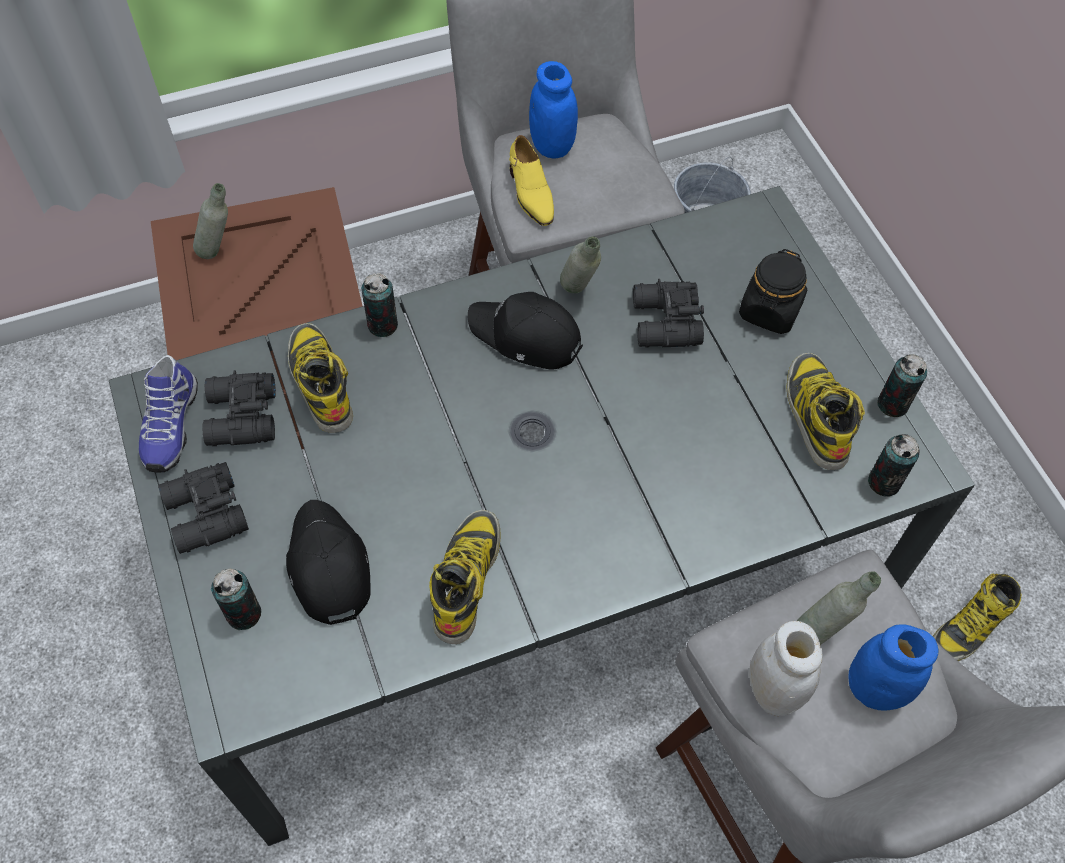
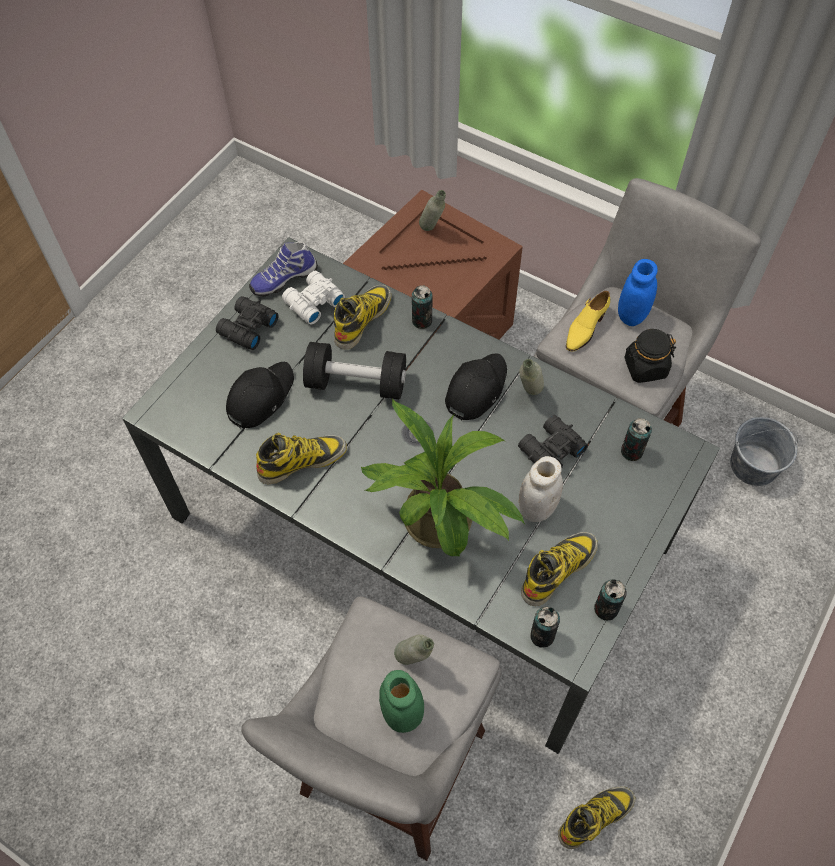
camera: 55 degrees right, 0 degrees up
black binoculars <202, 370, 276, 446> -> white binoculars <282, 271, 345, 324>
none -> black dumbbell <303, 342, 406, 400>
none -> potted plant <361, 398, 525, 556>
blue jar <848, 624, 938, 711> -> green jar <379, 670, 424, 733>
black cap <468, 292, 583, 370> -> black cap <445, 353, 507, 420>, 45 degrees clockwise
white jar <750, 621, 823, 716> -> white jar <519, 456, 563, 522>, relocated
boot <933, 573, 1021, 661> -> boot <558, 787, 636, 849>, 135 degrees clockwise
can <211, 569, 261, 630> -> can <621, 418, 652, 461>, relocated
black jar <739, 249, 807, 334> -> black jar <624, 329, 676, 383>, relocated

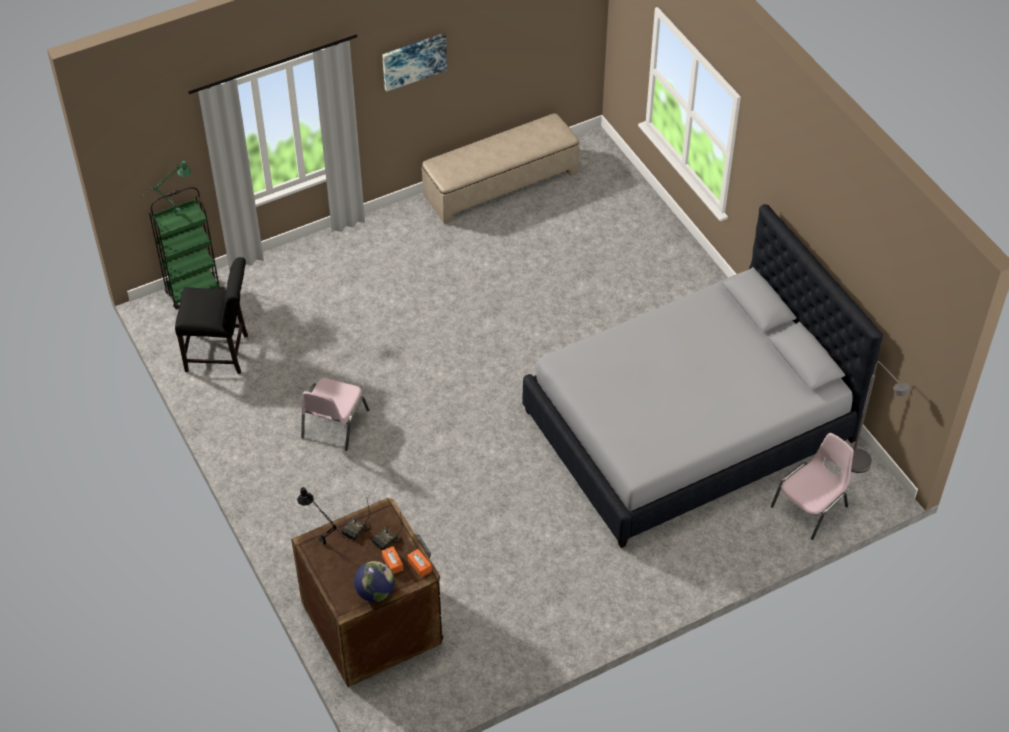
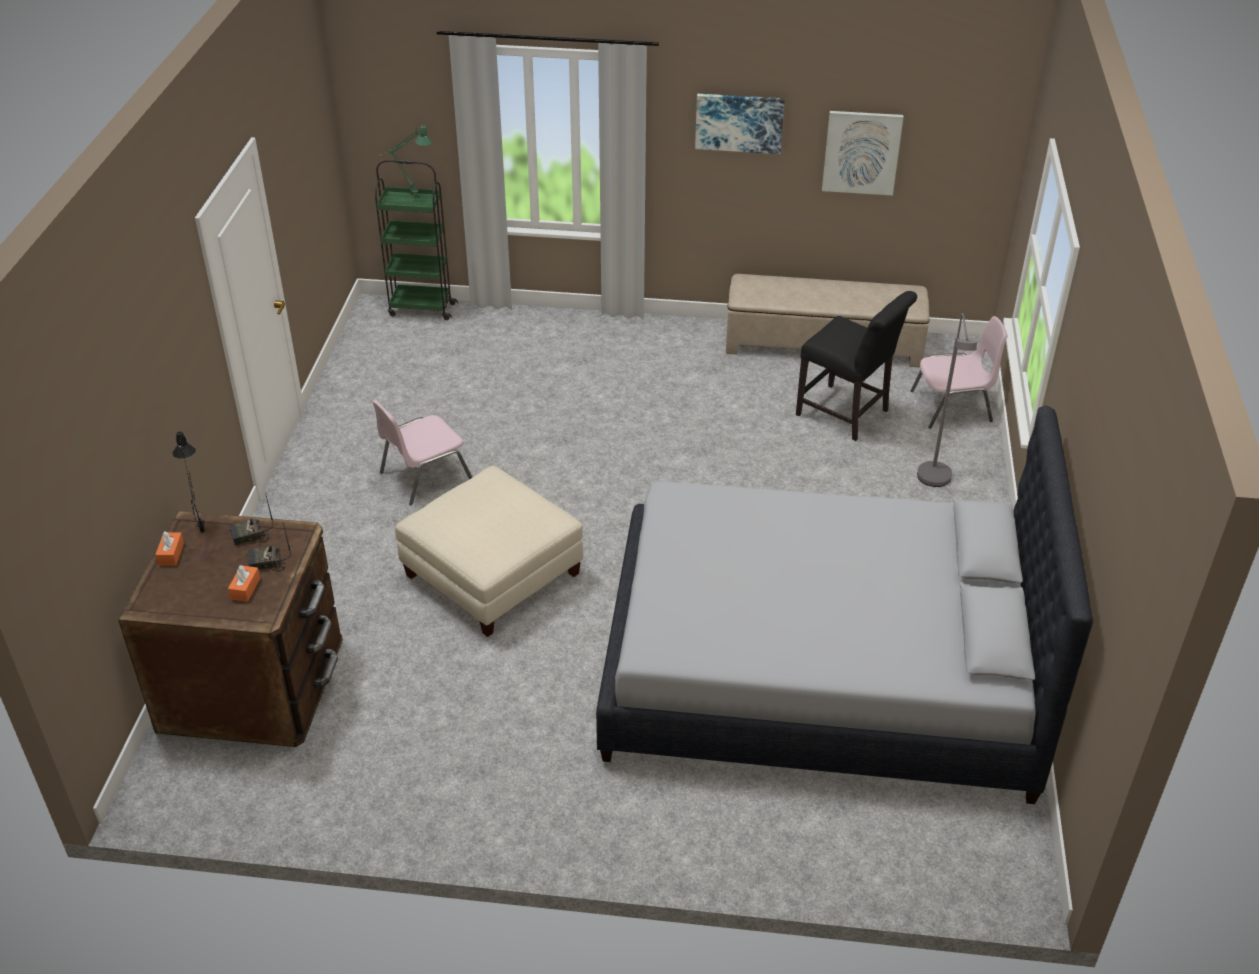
camera: 35 degrees right, 10 degrees down
orange tissue box <407, 549, 432, 577> -> orange tissue box <155, 531, 184, 566>, relocated
none -> beige ottoman <395, 466, 583, 637>
black chair <175, 257, 248, 374> -> black chair <796, 291, 917, 441>, relocated
none -> picture <822, 111, 903, 195>
pink chair <771, 433, 854, 540> -> pink chair <910, 316, 1008, 429>, relocated
grey floor lamp <851, 361, 910, 473> -> grey floor lamp <917, 313, 977, 487>, relocated
globe <354, 561, 395, 602> -> none

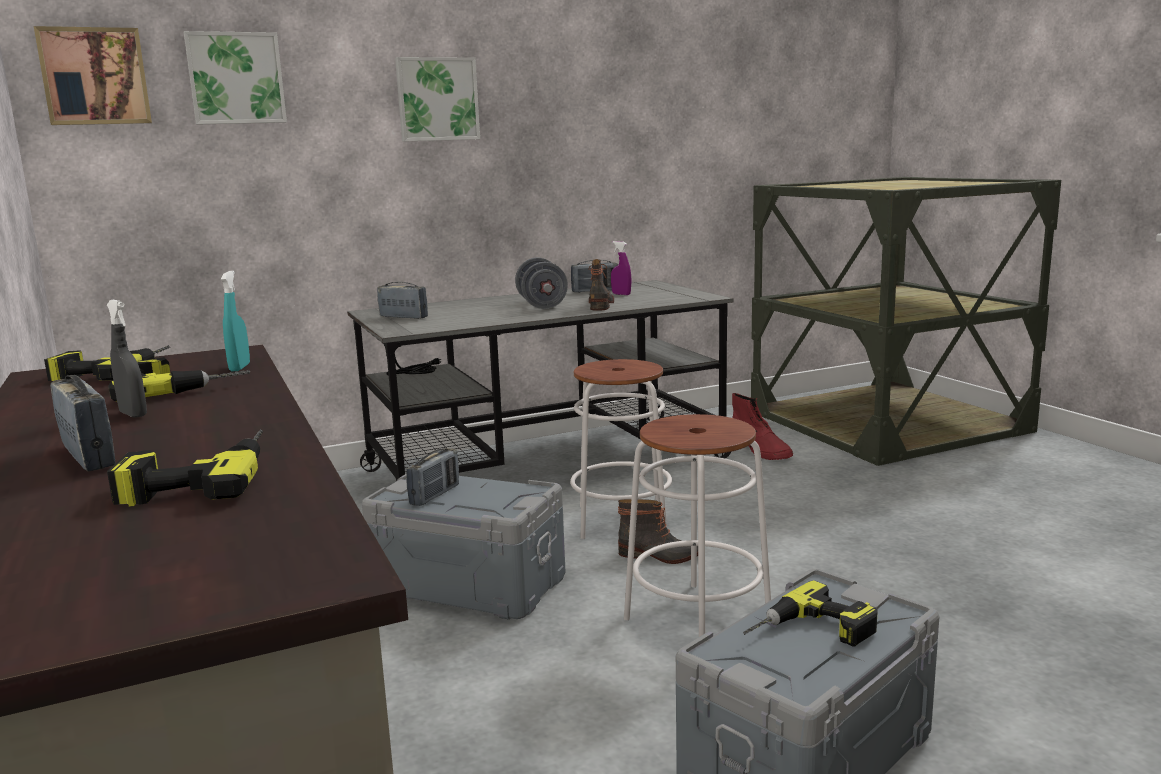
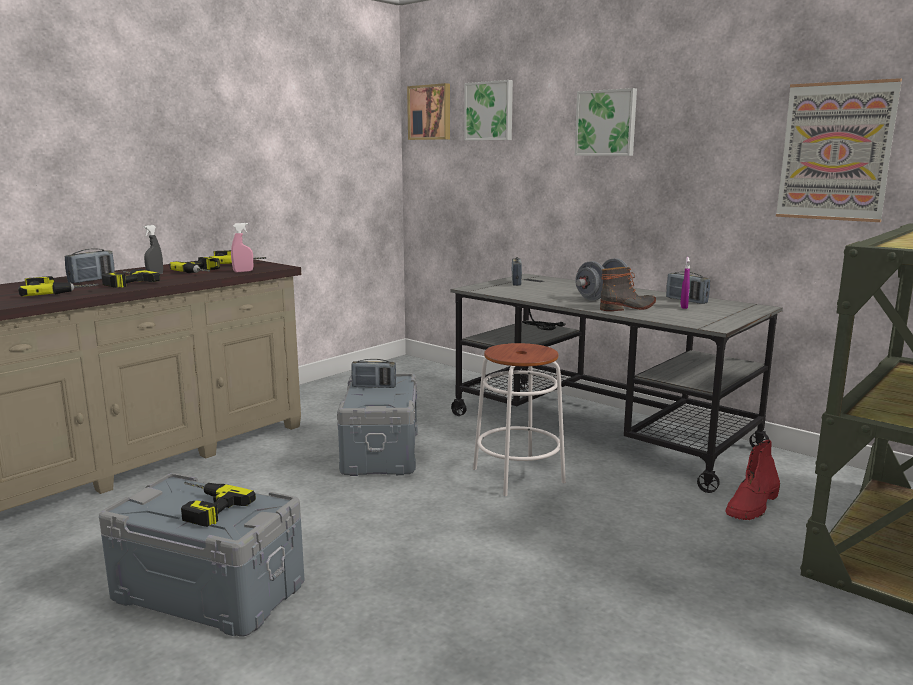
camera: 65 degrees right, 0 degrees up
none -> power drill <102, 269, 160, 288>
turquoise spray bottle <221, 271, 250, 371> -> pink spray bottle <231, 223, 253, 272>
none -> picture <776, 78, 902, 222>
boot <618, 499, 698, 564> -> none
white stool <624, 414, 771, 637> -> none

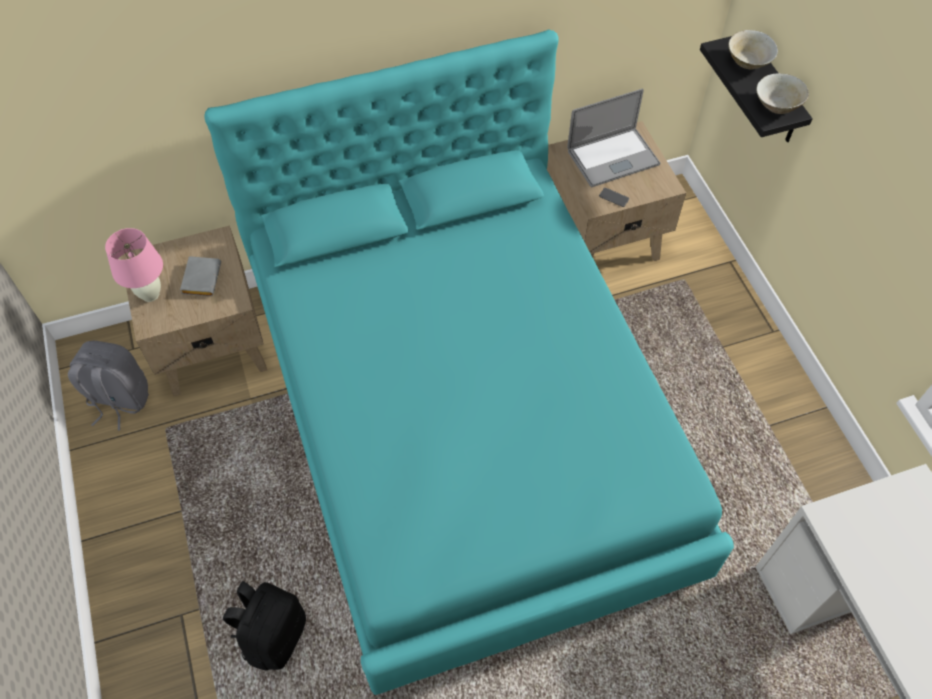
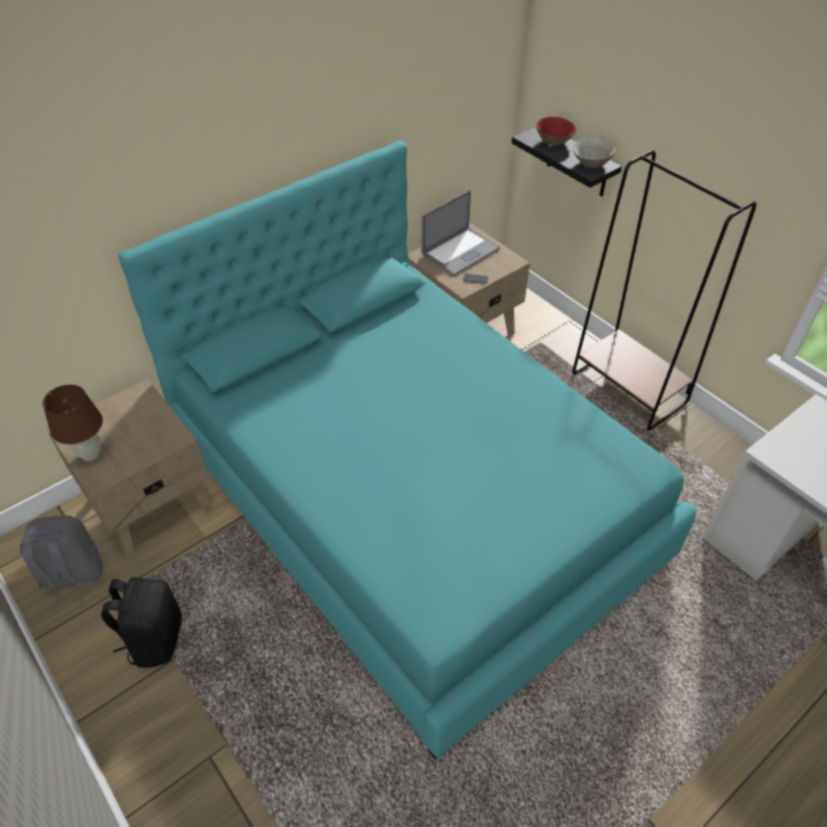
camera: 20 degrees left, 10 degrees down
pink table lamp <105, 228, 163, 302> -> brown table lamp <43, 384, 103, 461>
black backpack <223, 581, 306, 671> -> black backpack <101, 577, 182, 668>, relocated
beige bowl <729, 30, 778, 69> -> red bowl <536, 117, 576, 146>
none -> clothes rack <572, 150, 756, 430>
grey book <180, 256, 221, 296> -> none

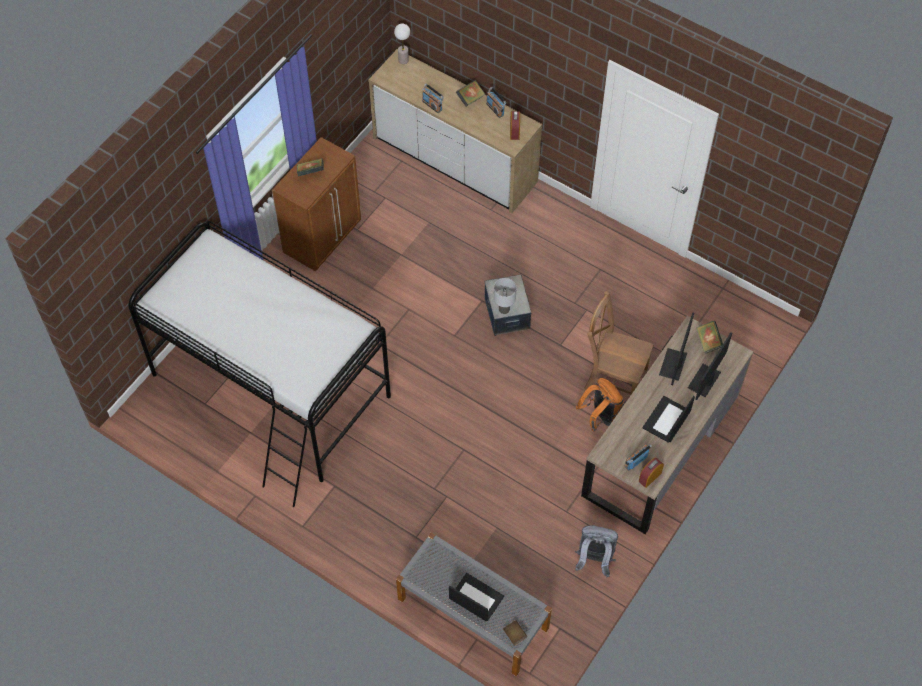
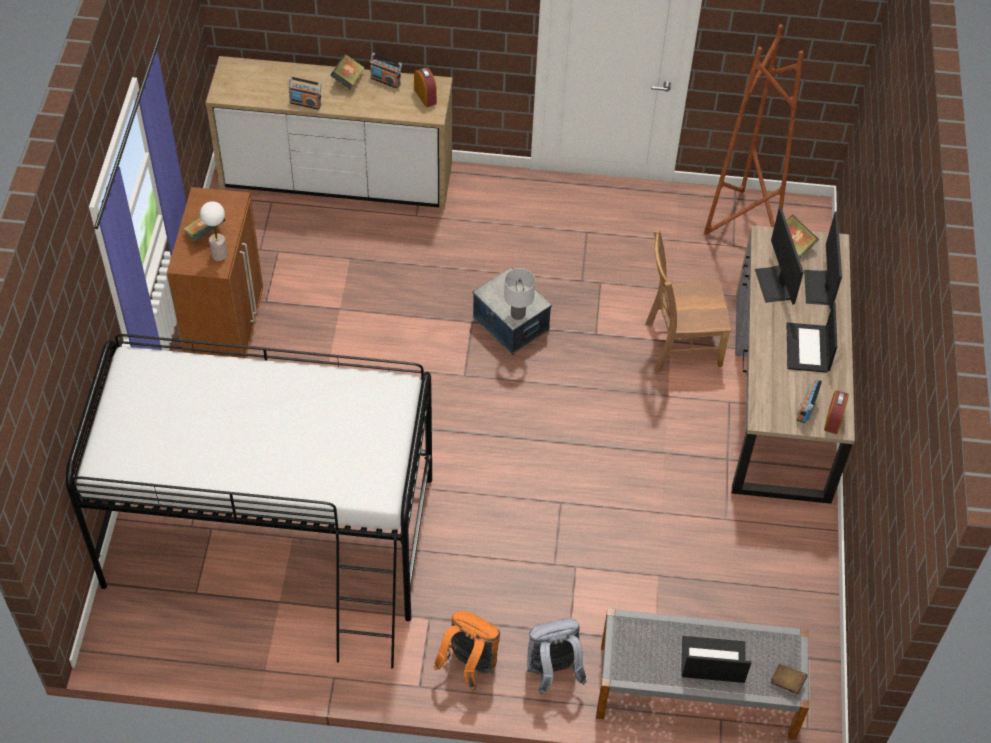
camera: 30 degrees left, 5 degrees down
table lamp <394, 24, 410, 64> -> table lamp <200, 201, 227, 261>, relocated
orange backpack <576, 378, 624, 432> -> orange backpack <433, 611, 500, 691>, relocated
grey backpack <575, 525, 618, 577> -> grey backpack <527, 618, 587, 695>, relocated
none -> brown clothes rack <704, 24, 804, 235>

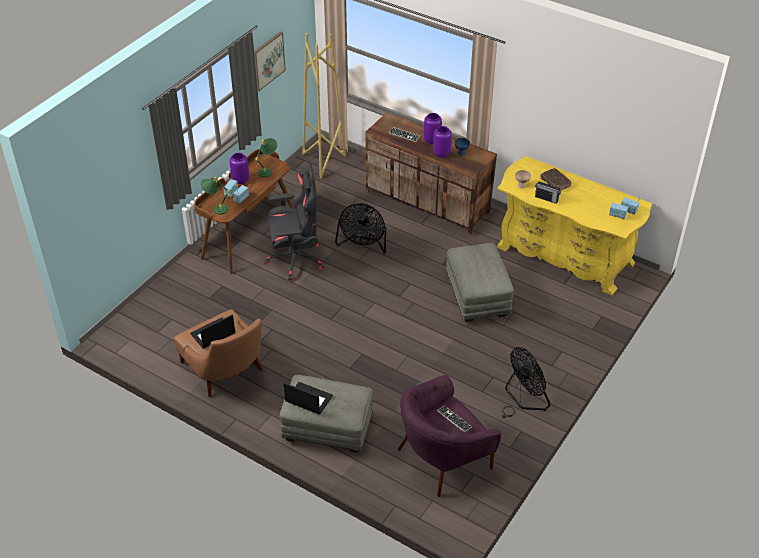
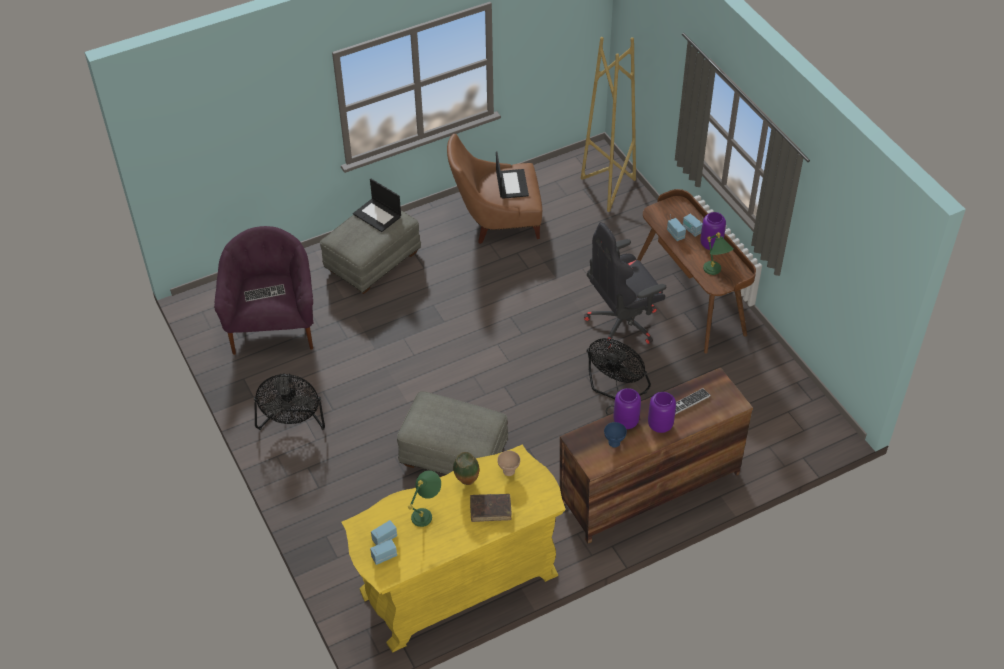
camera: 120 degrees right, 5 degrees up
laptop <284, 382, 333, 414> -> laptop <353, 179, 401, 232>, 75 degrees clockwise
green table lamp <200, 177, 230, 215> -> green table lamp <408, 470, 441, 527>, relocated
radio <535, 178, 561, 204> -> vase <453, 452, 479, 485>
yellow clothes rack <302, 33, 346, 178> -> yellow clothes rack <581, 37, 636, 212>, relocated
black office chair <265, 162, 324, 280> -> black office chair <584, 222, 666, 348>, 45 degrees clockwise
black fan <335, 203, 387, 254> -> black fan <586, 338, 651, 415>, 75 degrees clockwise
picture <254, 31, 286, 91> -> none

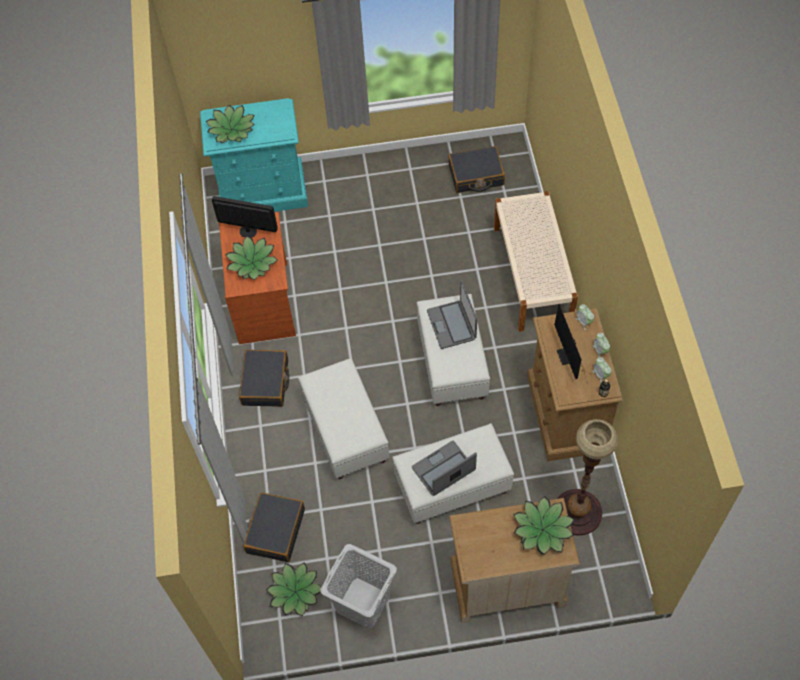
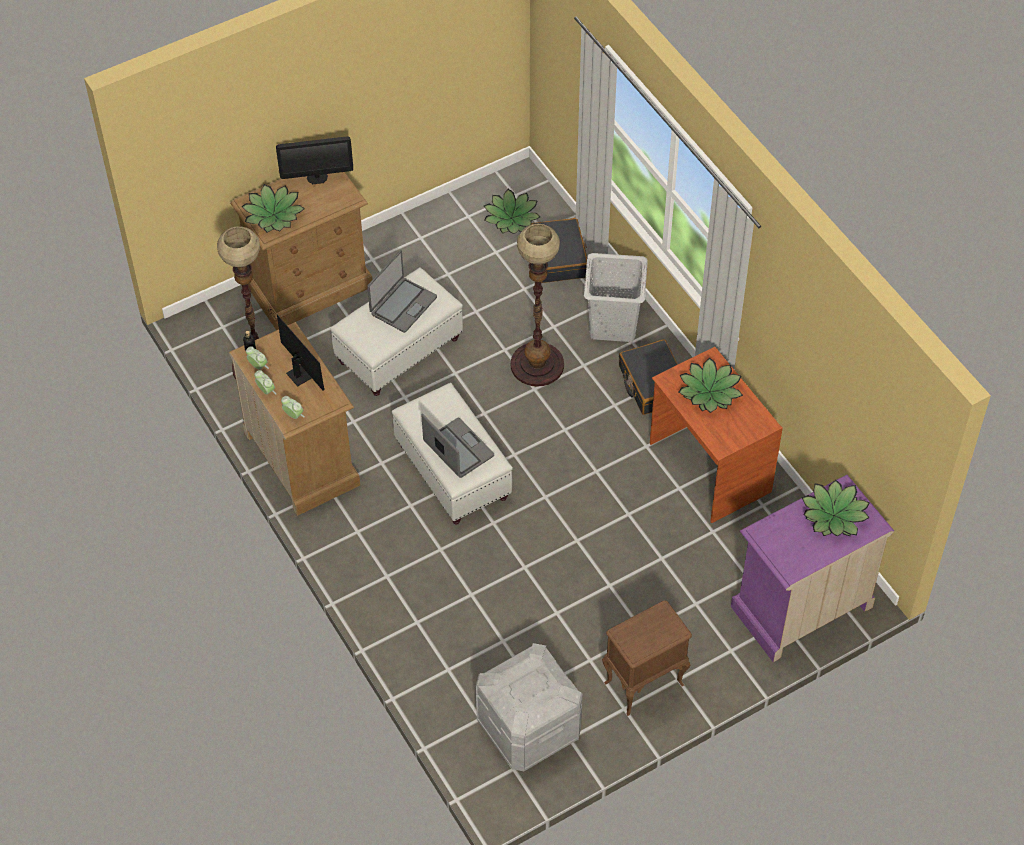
camera: 155 degrees right, 5 degrees down
monitor <212, 196, 278, 238> -> monitor <276, 136, 353, 184>, relocated
black suitcase <448, 146, 505, 193> -> grey storage box <476, 643, 583, 772>
white ottoman <298, 358, 390, 479> -> floor lamp <510, 224, 564, 387>
grey laundry basket <320, 544, 397, 629> -> grey laundry basket <584, 253, 648, 342>, relocated
none -> brown nightstand <602, 600, 692, 716>
turquoise dresser <200, 98, 308, 212> -> purple dresser <731, 475, 894, 662>
beige bench <494, 191, 578, 332> -> none

